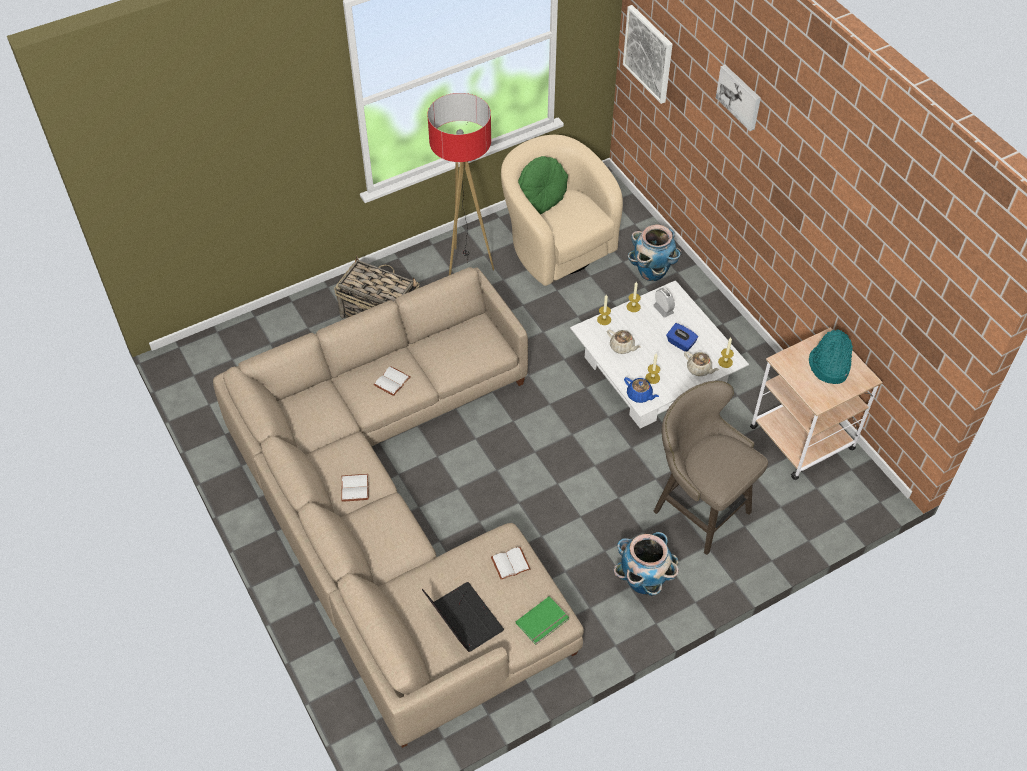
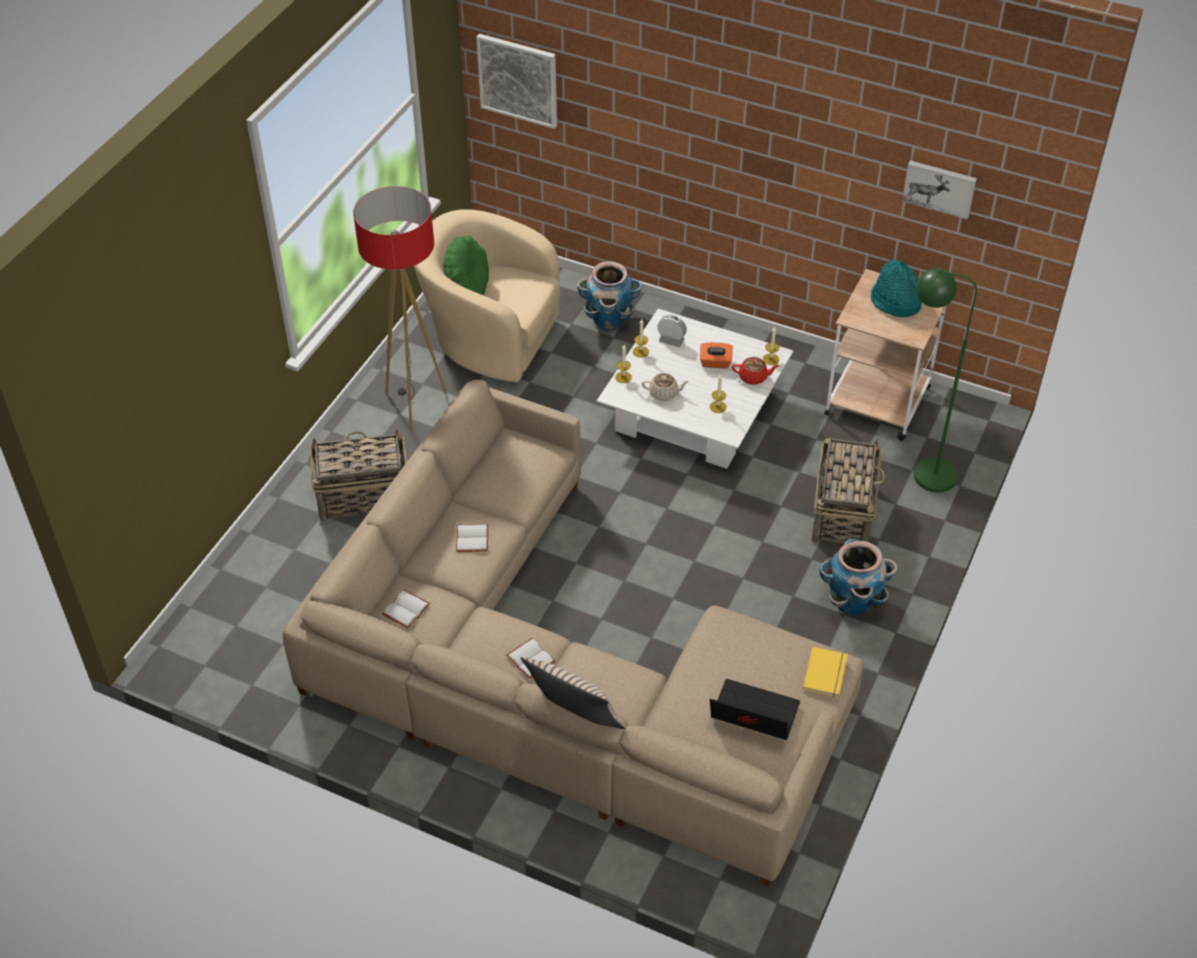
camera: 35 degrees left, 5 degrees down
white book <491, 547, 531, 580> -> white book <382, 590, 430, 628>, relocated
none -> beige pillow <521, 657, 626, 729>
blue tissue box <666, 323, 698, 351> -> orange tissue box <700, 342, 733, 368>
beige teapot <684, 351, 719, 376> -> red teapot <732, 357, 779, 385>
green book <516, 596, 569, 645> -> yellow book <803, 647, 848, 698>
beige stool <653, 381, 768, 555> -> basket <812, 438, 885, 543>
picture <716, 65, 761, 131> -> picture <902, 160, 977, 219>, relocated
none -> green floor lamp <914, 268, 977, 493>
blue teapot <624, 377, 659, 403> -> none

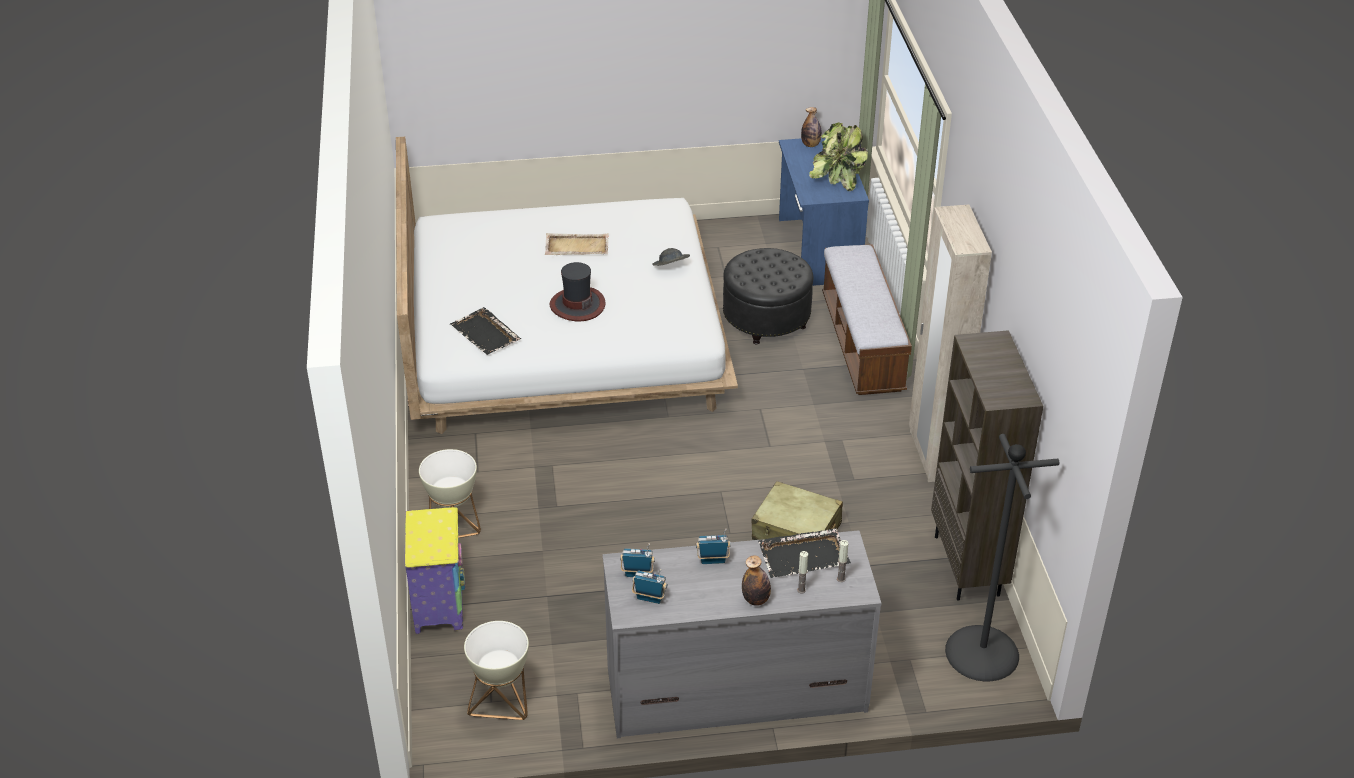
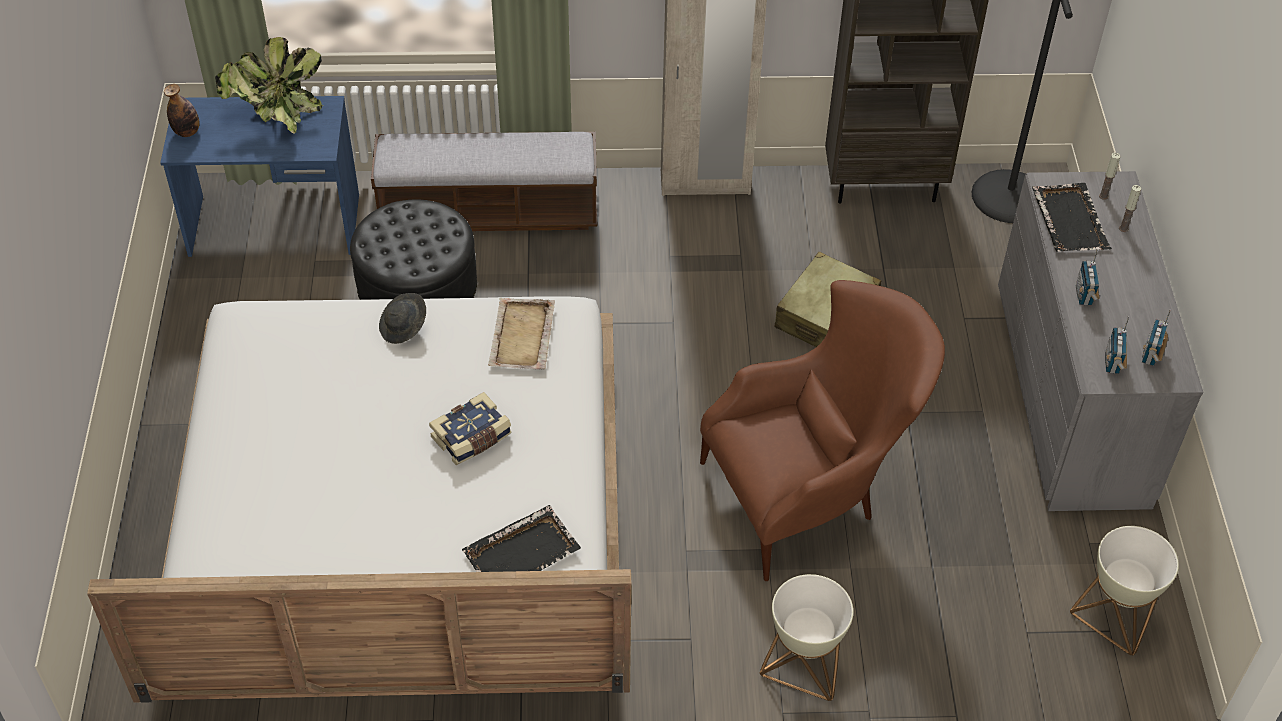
camera: 85 degrees left, 10 degrees up
hat <550, 262, 605, 321> -> book <429, 392, 512, 465>
beige tray <545, 233, 609, 255> -> beige tray <488, 298, 555, 370>, relocated
none -> brown armchair <700, 280, 945, 581>
nightstand <405, 507, 465, 634> -> none
bottle <742, 555, 771, 606> -> none

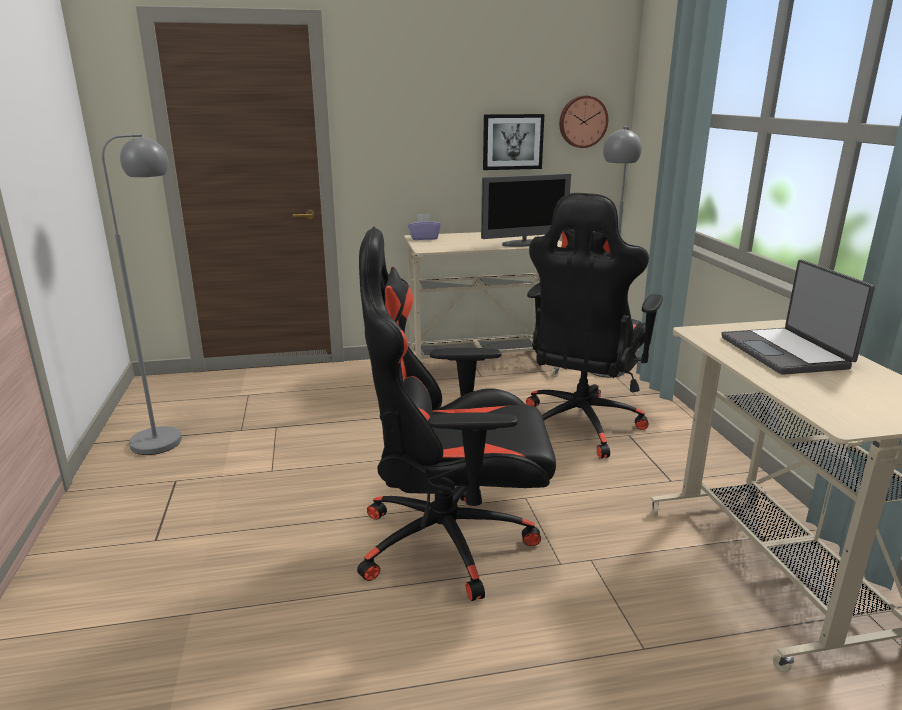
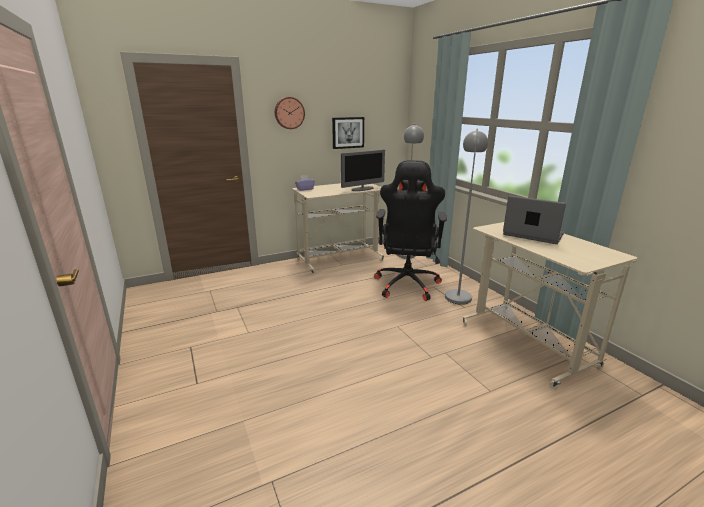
camera: 15 degrees left, 0 degrees up
wall clock <559, 96, 608, 148> -> wall clock <275, 97, 305, 129>, relocated
grey floor lamp <102, 133, 182, 455> -> grey floor lamp <445, 129, 488, 305>, relocated
laptop <721, 259, 875, 375> -> laptop <503, 196, 566, 244>, 150 degrees clockwise
black office chair <357, 227, 556, 601> -> none

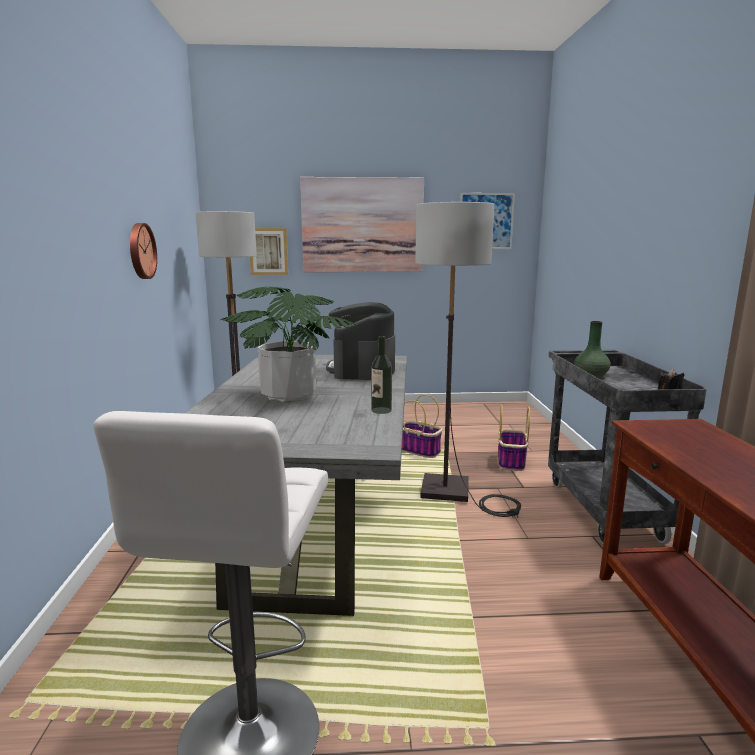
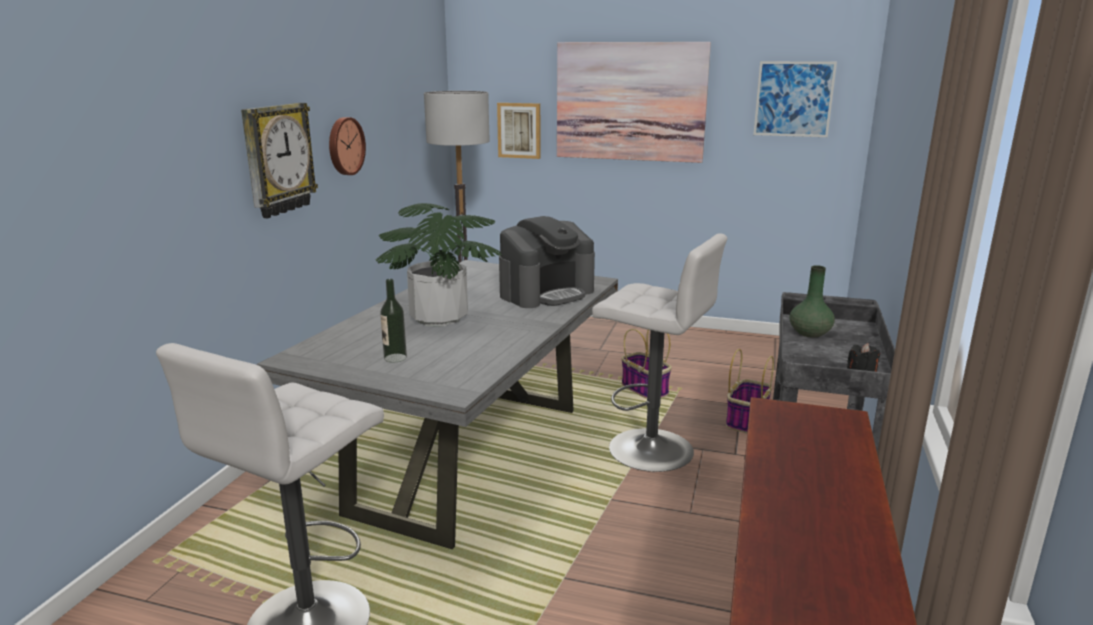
camera: 20 degrees right, 5 degrees up
none -> wall clock <241, 103, 318, 218>
bottle <371, 336, 392, 414> -> bottle <380, 279, 407, 362>, relocated
coffee machine <326, 302, 395, 380> -> coffee machine <499, 216, 595, 308>, 150 degrees counterclockwise
floor lamp <415, 202, 521, 518> -> white stool <592, 233, 727, 472>

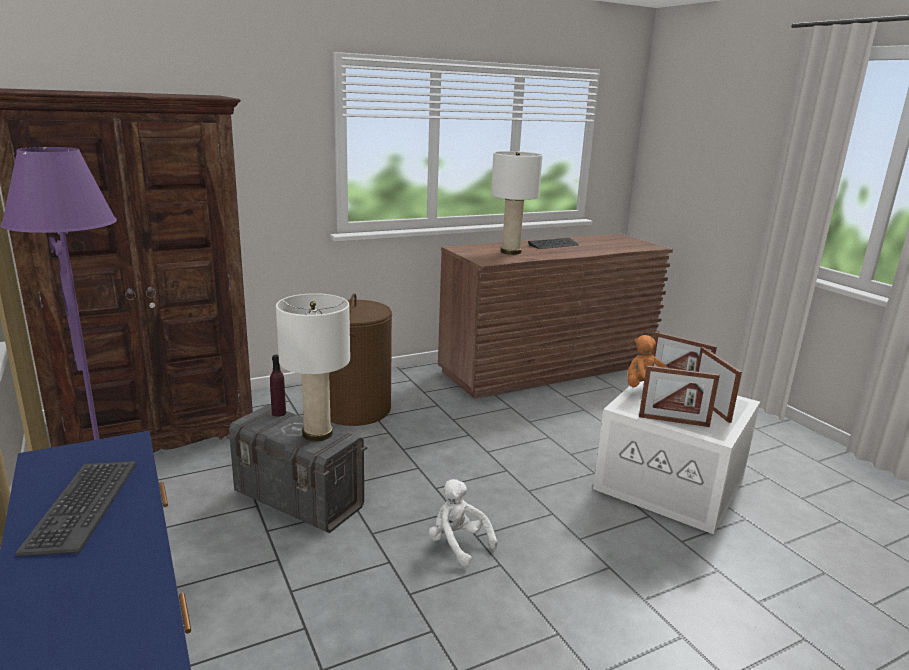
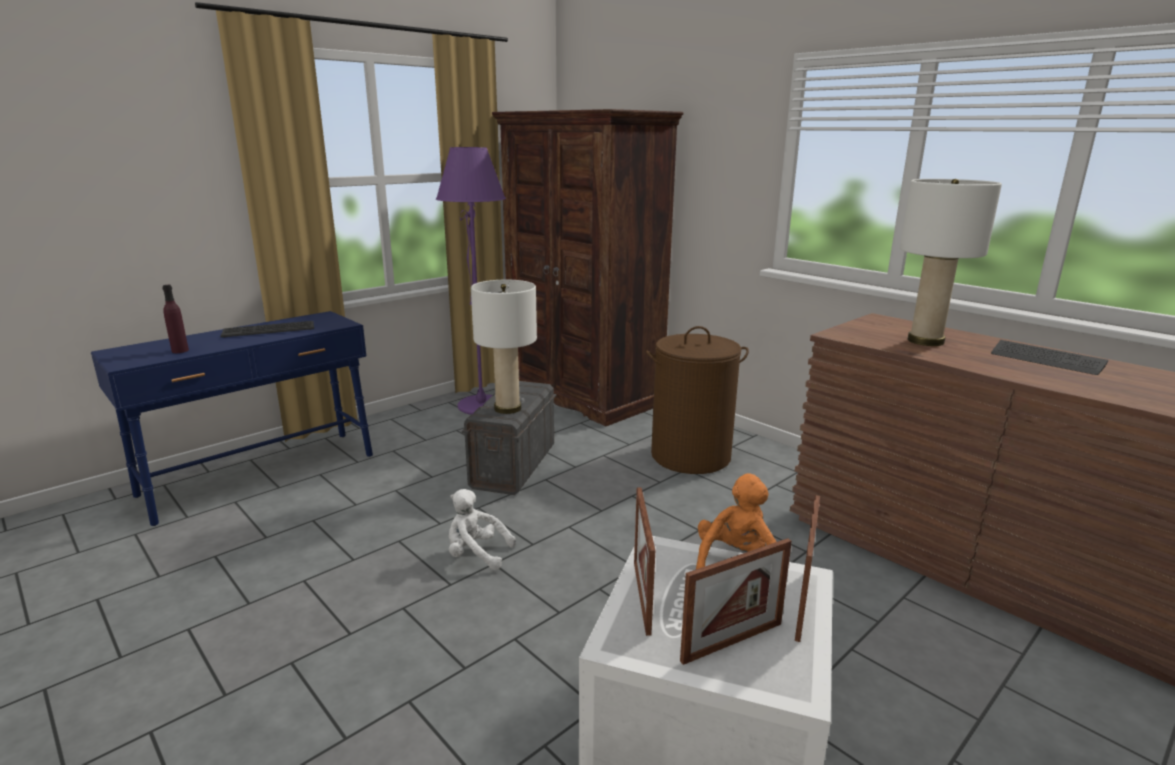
camera: 75 degrees right, 0 degrees up
purple bottle <270, 355, 286, 417> -> purple bottle <162, 285, 189, 353>, relocated
white plush toy <429, 479, 498, 567> -> white plush toy <449, 489, 516, 570>, 105 degrees counterclockwise

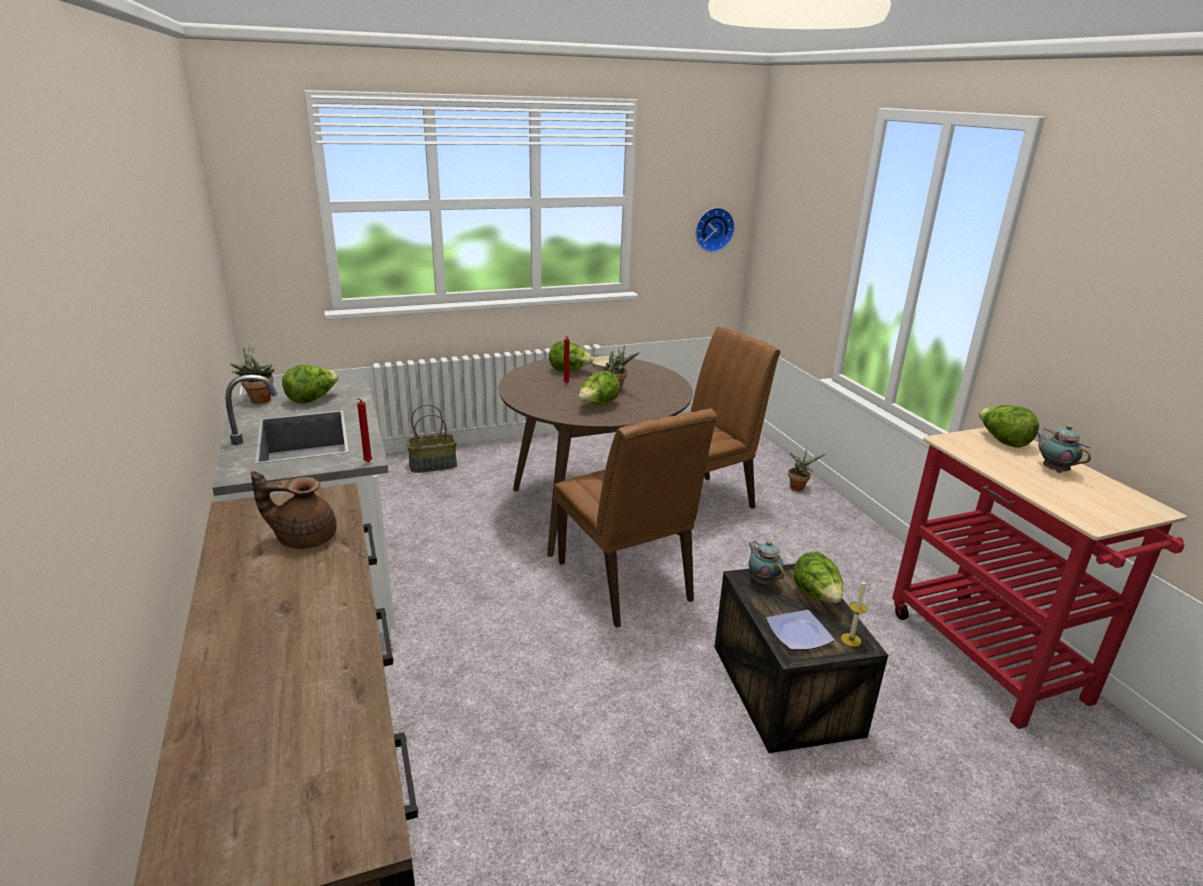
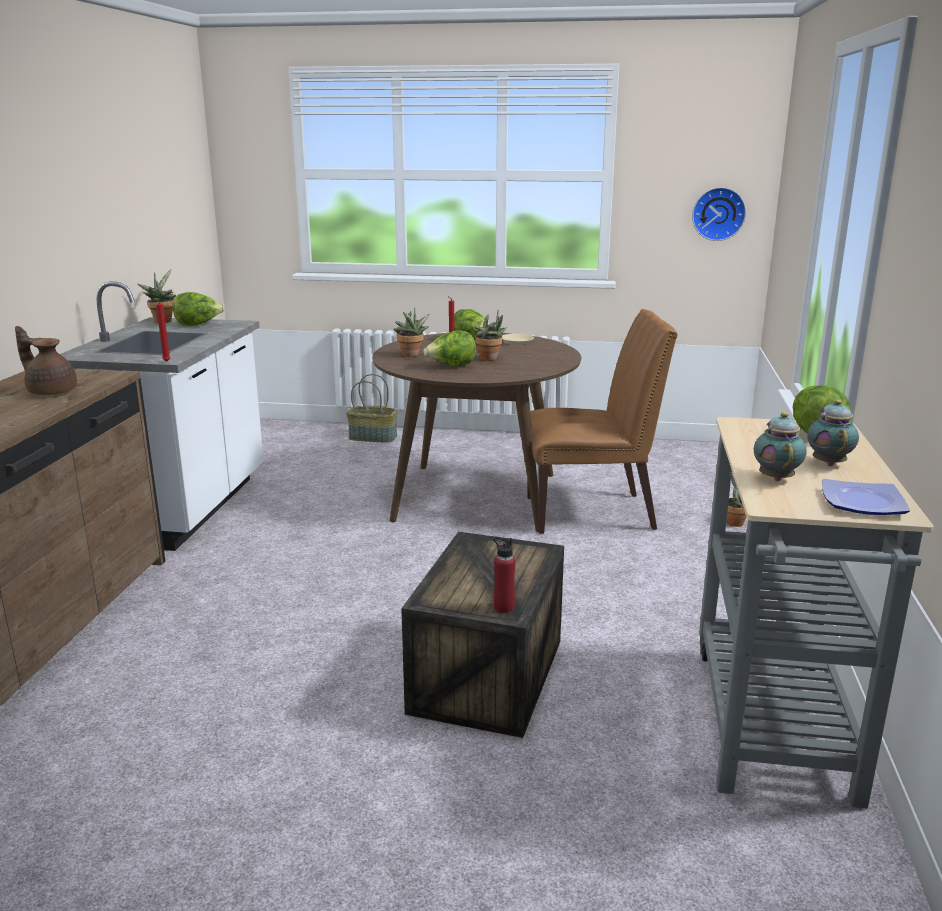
camera: 30 degrees right, 5 degrees down
none -> potted plant <394, 308, 429, 357>
candle <841, 579, 867, 647> -> red bottle <494, 537, 515, 613>
red cart <892, 427, 1187, 729> -> grey cart <699, 417, 934, 809>
teapot <748, 541, 784, 584> -> teapot <754, 412, 806, 481>, relocated
plate <766, 610, 834, 650> -> plate <822, 479, 910, 515>, relocated
brown chair <554, 408, 717, 628> -> none
lettuce <794, 552, 843, 603> -> none

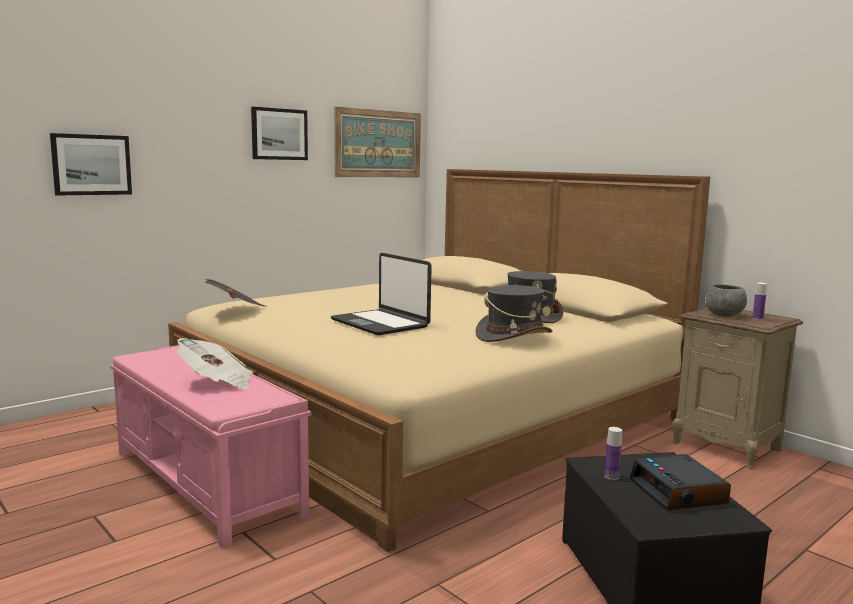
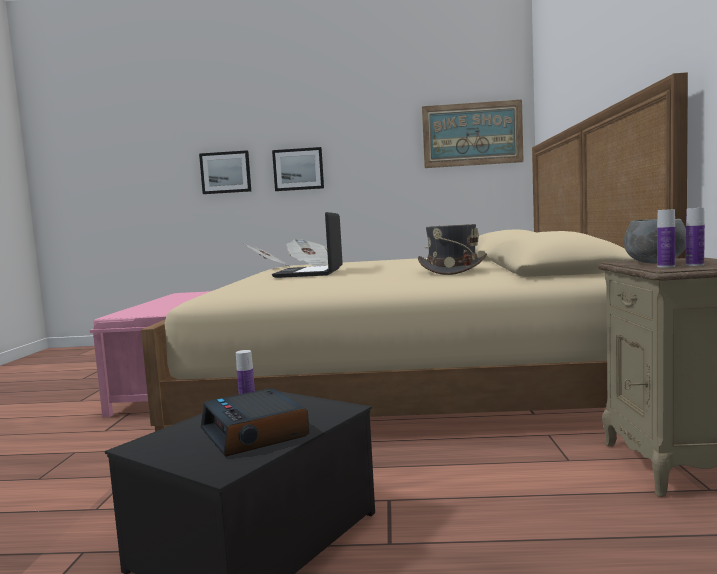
camera: 45 degrees right, 5 degrees down
alarm clock <630, 454, 731, 510> -> alarm clock <201, 388, 309, 457>, 60 degrees counterclockwise
picture <251, 107, 308, 160> -> picture <272, 147, 324, 191>, relocated
newspaper <177, 338, 253, 389> -> newspaper <286, 239, 328, 266>, relocated
none -> bottle <657, 209, 675, 268>
grey hat <475, 285, 552, 342> -> none

